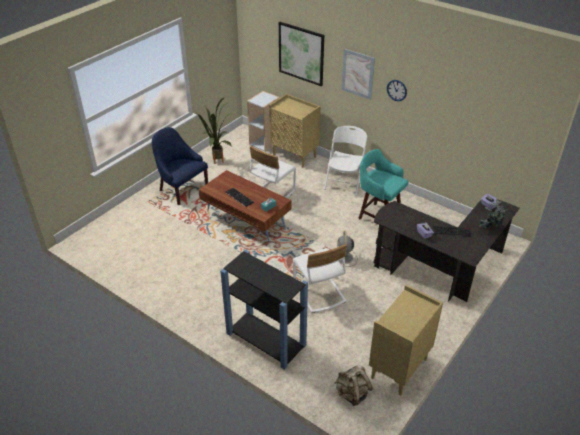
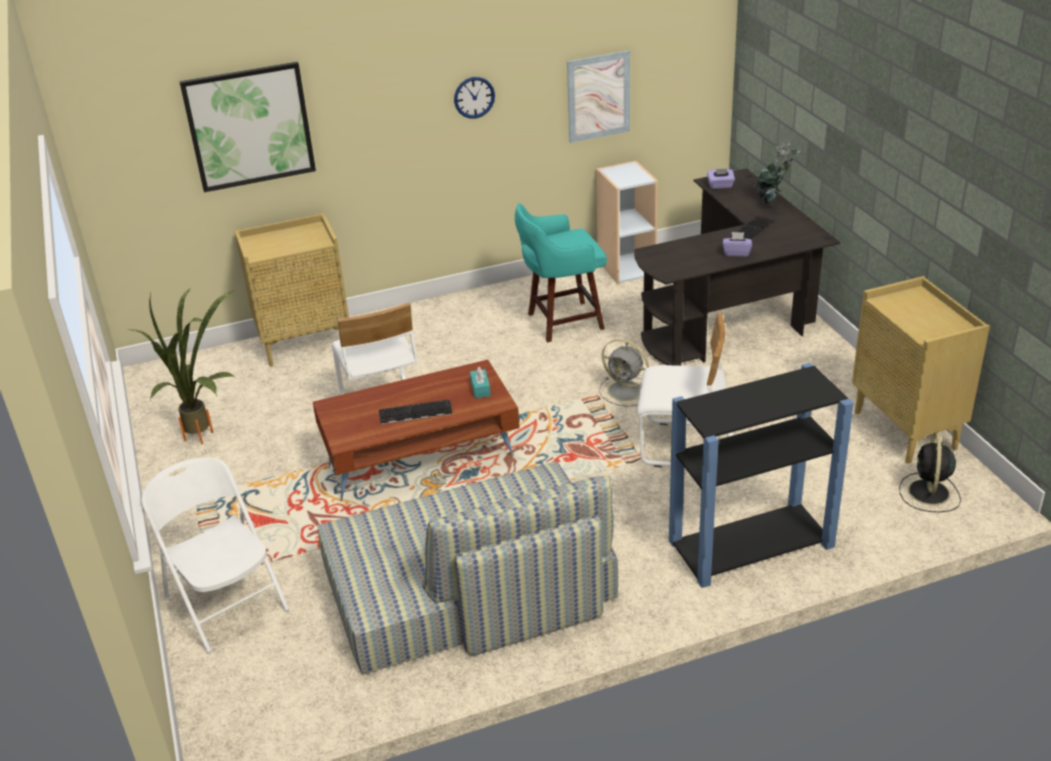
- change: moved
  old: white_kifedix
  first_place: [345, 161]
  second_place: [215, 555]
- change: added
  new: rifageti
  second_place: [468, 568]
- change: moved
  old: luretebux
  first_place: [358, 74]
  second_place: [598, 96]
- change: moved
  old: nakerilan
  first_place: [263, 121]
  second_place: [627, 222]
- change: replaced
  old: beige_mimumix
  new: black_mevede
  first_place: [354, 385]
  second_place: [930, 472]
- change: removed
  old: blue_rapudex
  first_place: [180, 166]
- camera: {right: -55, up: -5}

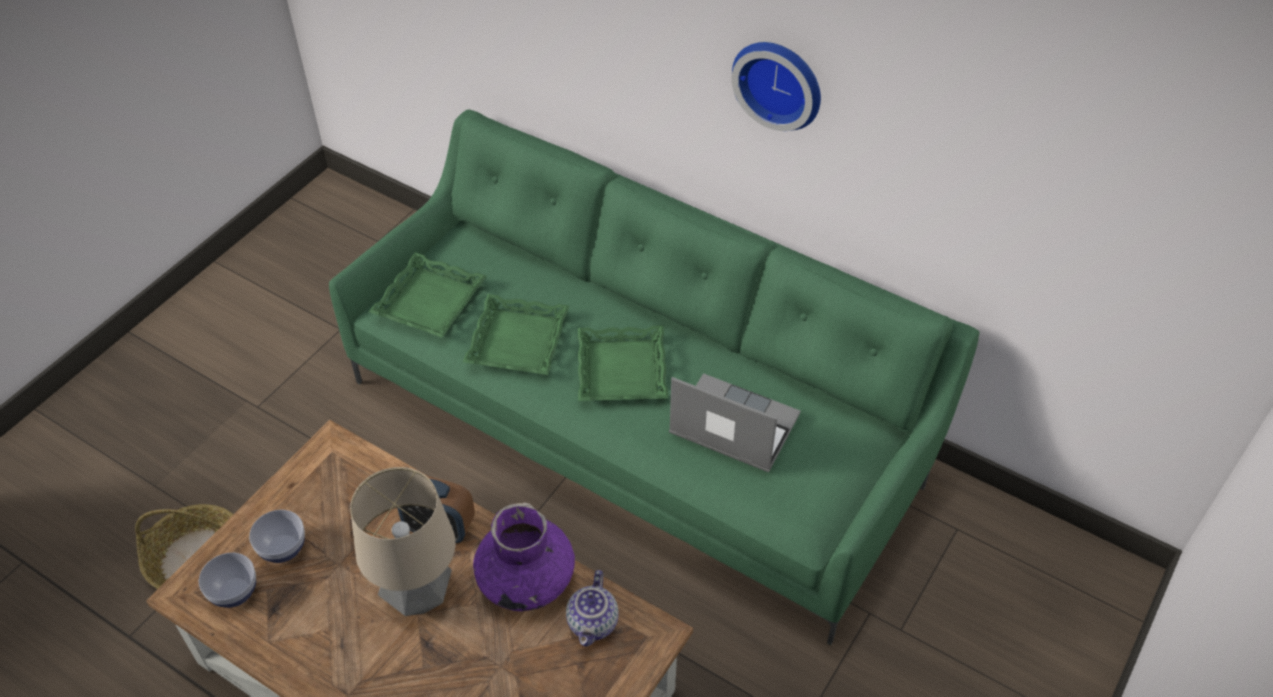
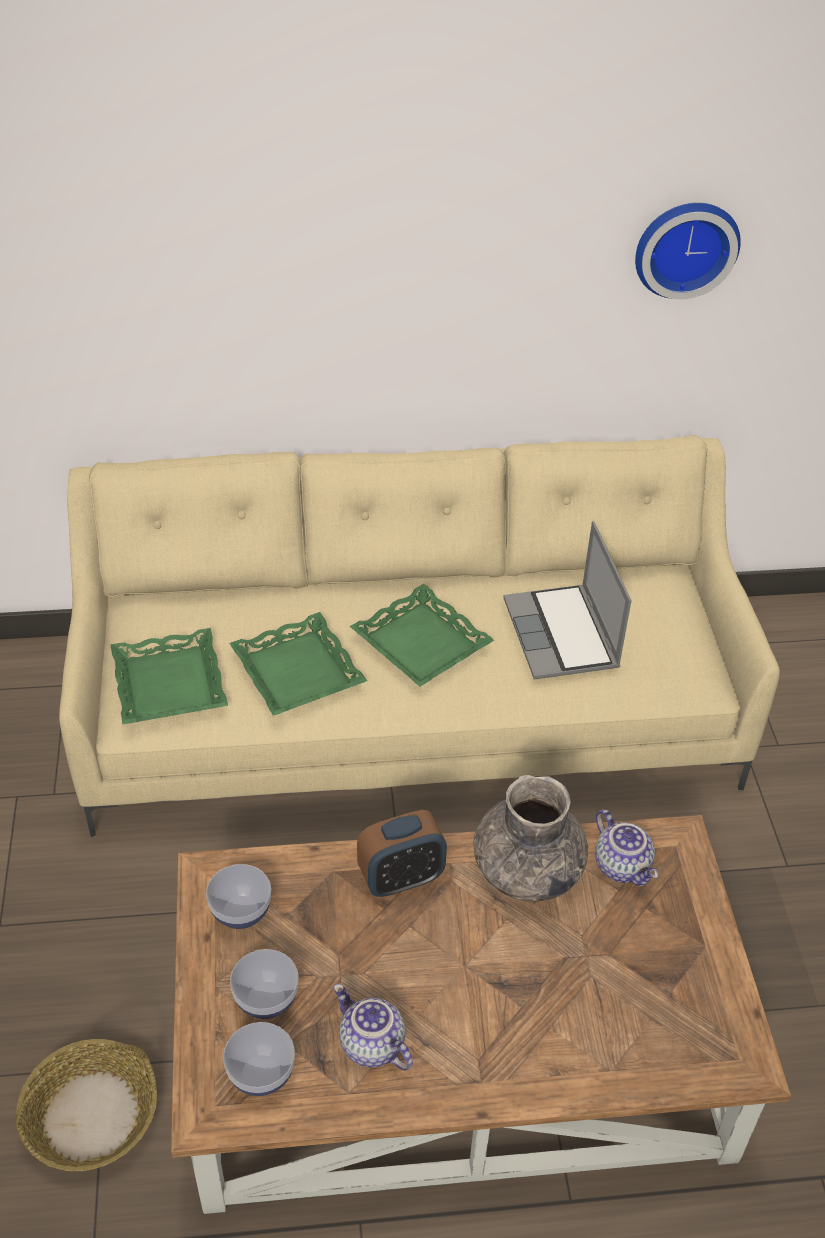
- change: recoloured
  old: green_rifageti
  new: beige_rifageti
  first_place: [654, 377]
  second_place: [419, 636]
- change: added
  new: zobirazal
  second_place: [238, 896]
- change: added
  new: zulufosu
  second_place: [373, 1027]
- change: recoloured
  old: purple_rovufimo
  new: grey_rovufimo
  first_place: [524, 556]
  second_place: [530, 838]
- change: turned
  old: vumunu
  first_place: [735, 422]
  second_place: [567, 600]
  degrees: -90
- change: moved
  old: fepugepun
  first_place: [776, 86]
  second_place: [688, 251]
- change: removed
  old: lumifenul
  first_place: [403, 541]
- camera: {right: -40, up: -5}

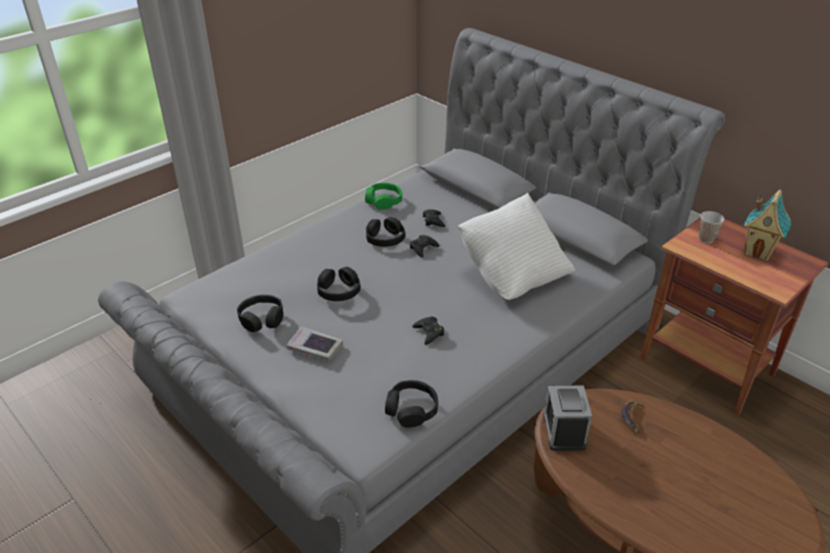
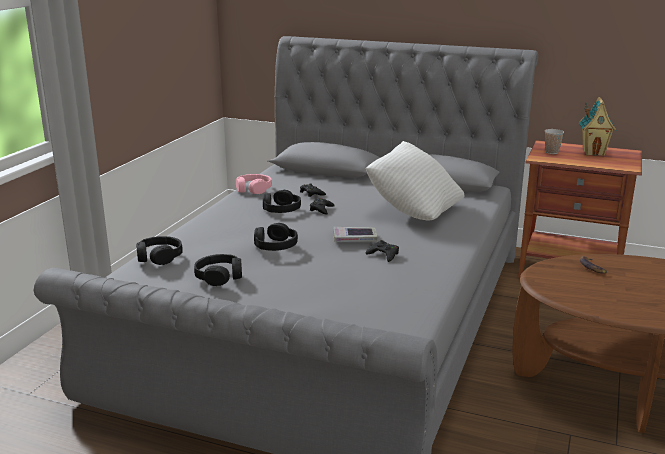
- change: moved
  old: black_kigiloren
  first_place: [411, 404]
  second_place: [159, 250]
- change: recoloured
  old: green_kigiloren
  new: pink_kigiloren
  first_place: [383, 196]
  second_place: [254, 184]
- change: moved
  old: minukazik
  first_place: [314, 344]
  second_place: [355, 234]
- change: removed
  old: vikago
  first_place: [567, 418]
- camera: {right: -25, up: -15}

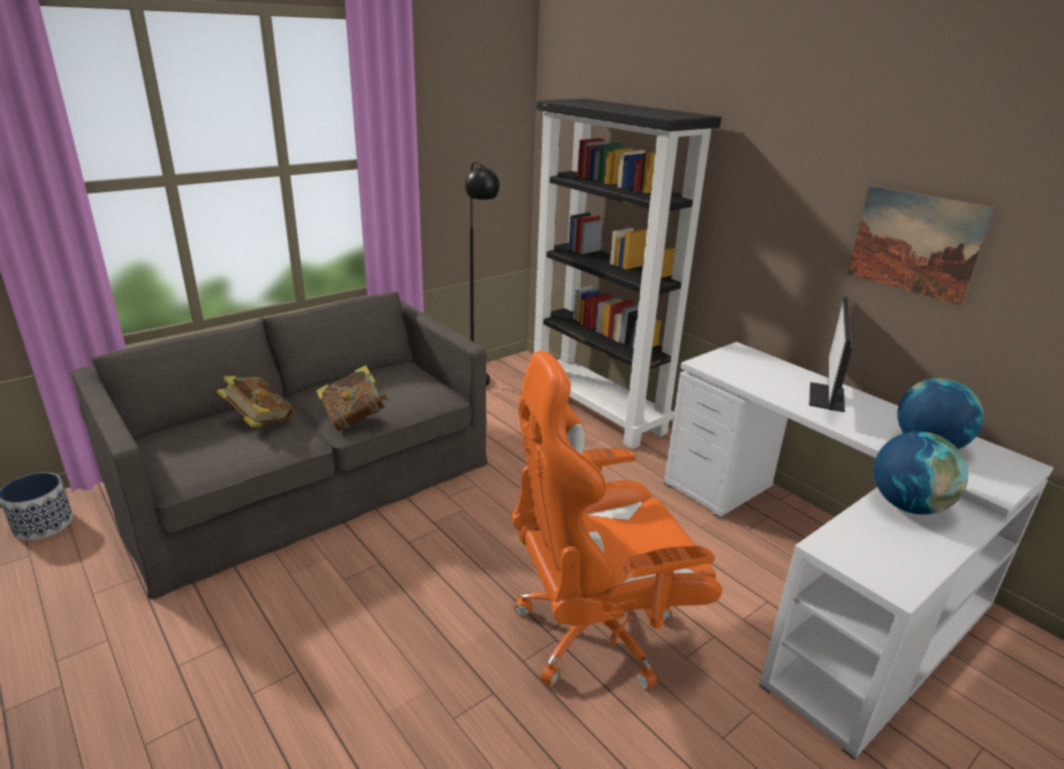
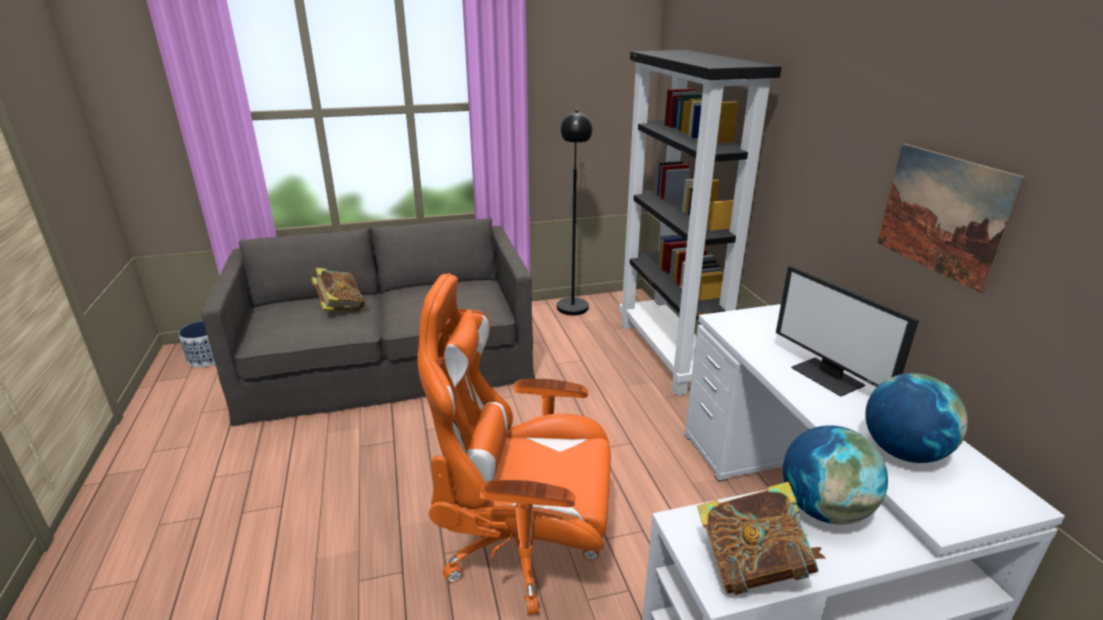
- change: moved
  old: minukazik
  first_place: [352, 398]
  second_place: [761, 538]
- change: turned
  old: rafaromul
  first_place: [830, 354]
  second_place: [847, 331]
  degrees: -75
- camera: {right: 25, up: 0}

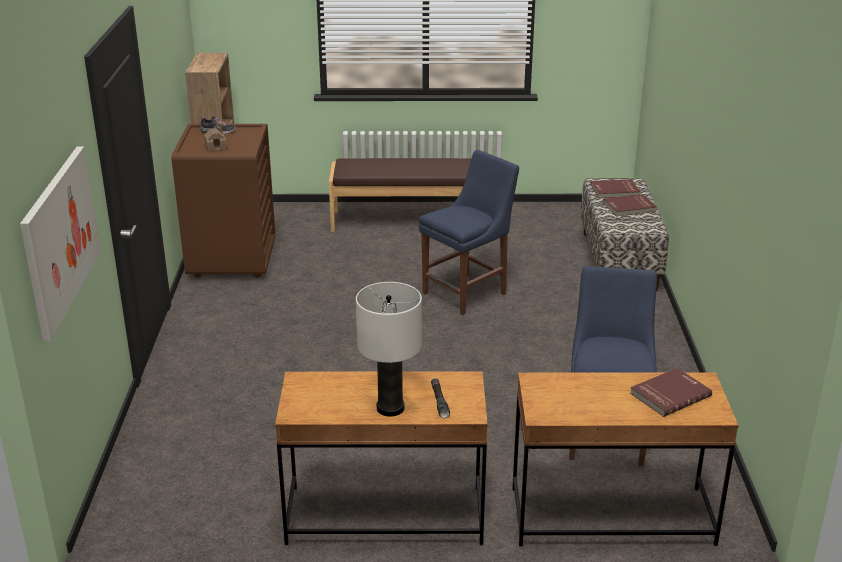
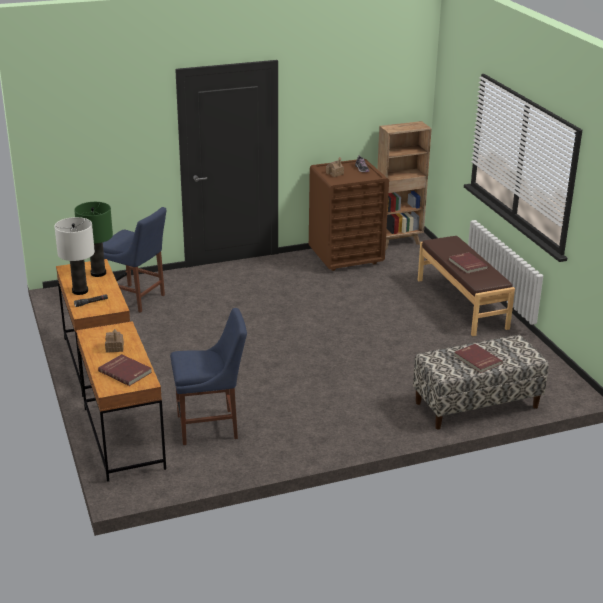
- change: added
  new: green_lumifenul
  second_place: [93, 239]
- change: moved
  old: blue_kifedix
  first_place: [469, 232]
  second_place: [134, 260]
- change: added
  new: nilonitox
  second_place: [114, 341]
- change: moved
  old: red_minukazik
  first_place: [615, 188]
  second_place: [468, 263]
- change: removed
  old: luretebux
  first_place: [60, 243]
- camera: {right: 70, up: 0}

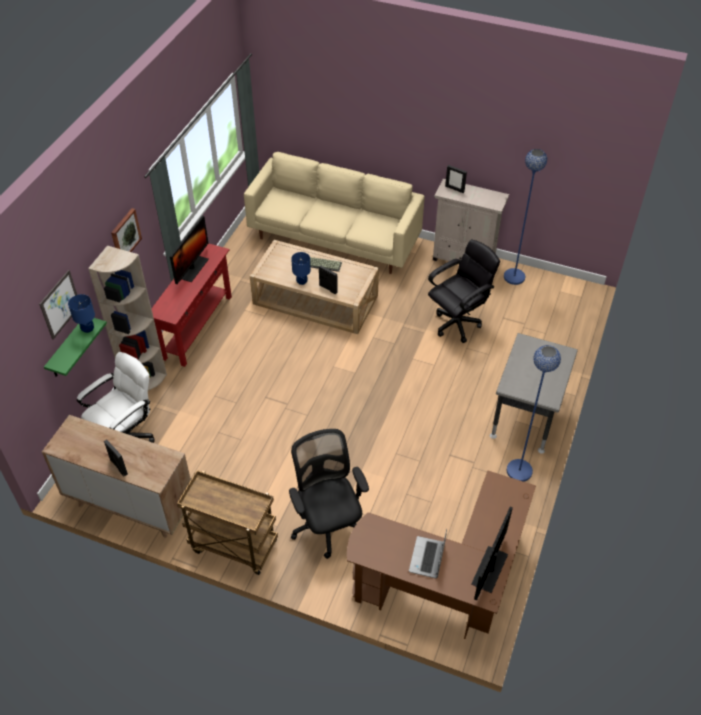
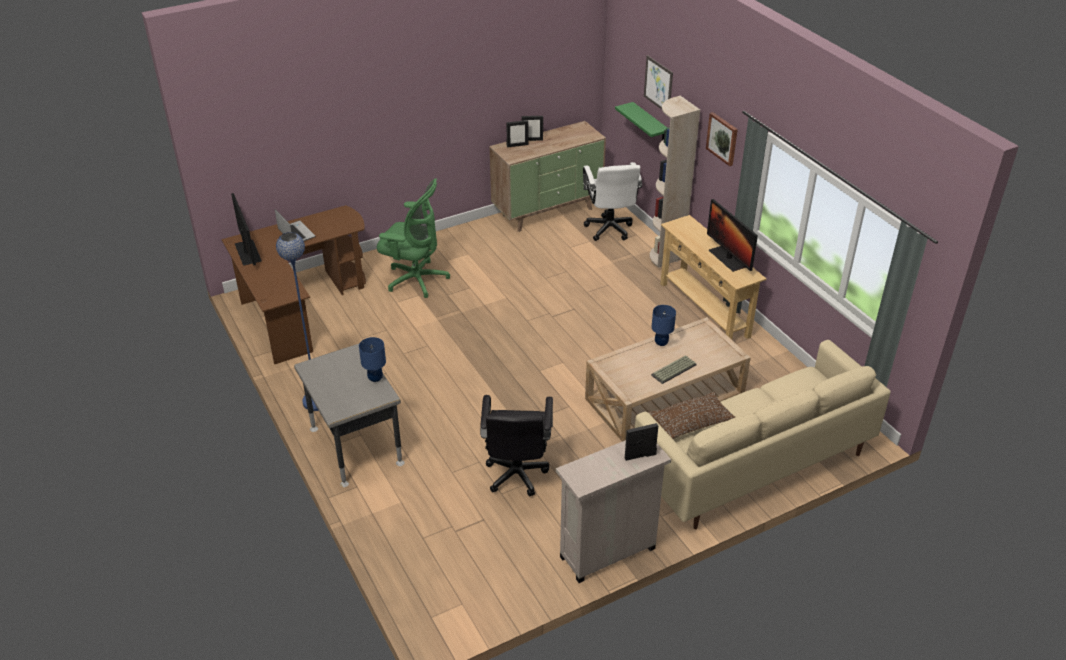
- change: moved
  old: blue_lumifenul
  first_place: [81, 313]
  second_place: [372, 359]
- change: recoloured
  old: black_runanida
  new: green_runanida
  first_place: [329, 494]
  second_place: [413, 238]
- change: moved
  old: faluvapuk
  first_place: [328, 280]
  second_place: [517, 133]
- change: added
  new: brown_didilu
  second_place: [691, 415]
- change: recoloured
  old: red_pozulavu
  new: beige_pozulavu
  first_place: [192, 305]
  second_place: [713, 277]
- change: removed
  old: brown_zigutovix
  first_place: [227, 522]
- change: removed
  old: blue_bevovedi
  first_place: [525, 217]
- camera: {right: 130, up: -10}

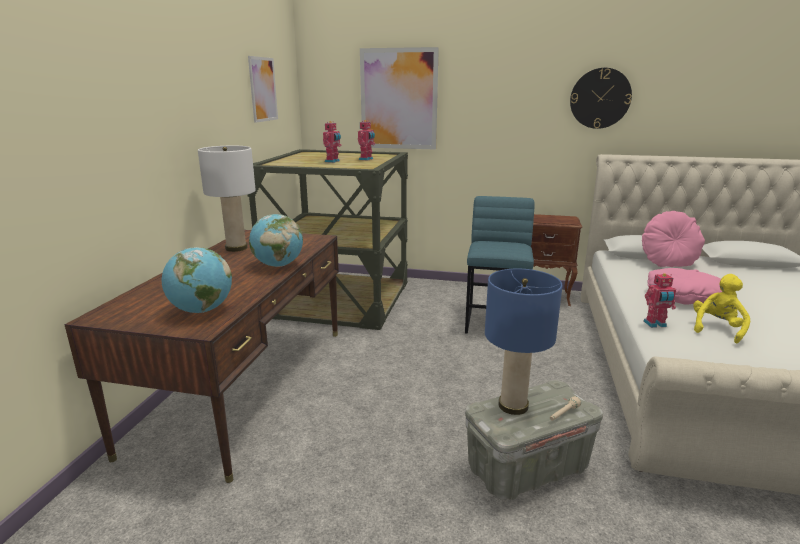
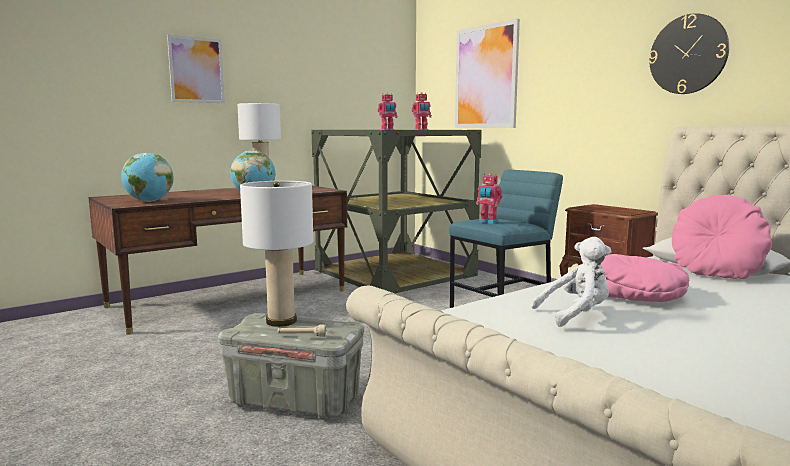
- change: moved
  old: luretebux
  first_place: [263, 89]
  second_place: [196, 68]
- change: recoloured
  old: blue_lumifenul
  new: white_lumifenul
  first_place: [523, 341]
  second_place: [276, 254]
- change: moved
  old: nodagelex
  first_place: [660, 300]
  second_place: [489, 198]
- change: recoloured
  old: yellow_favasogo
  new: white_favasogo
  first_place: [721, 308]
  second_place: [571, 282]
- camera: {right: 40, up: -10}

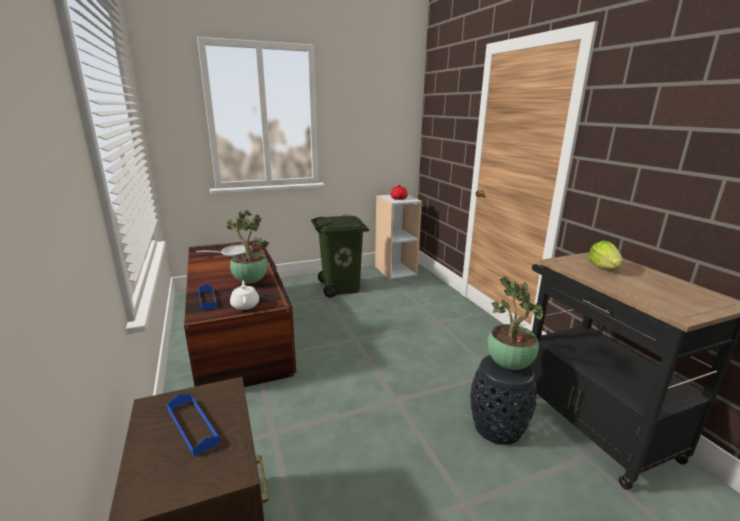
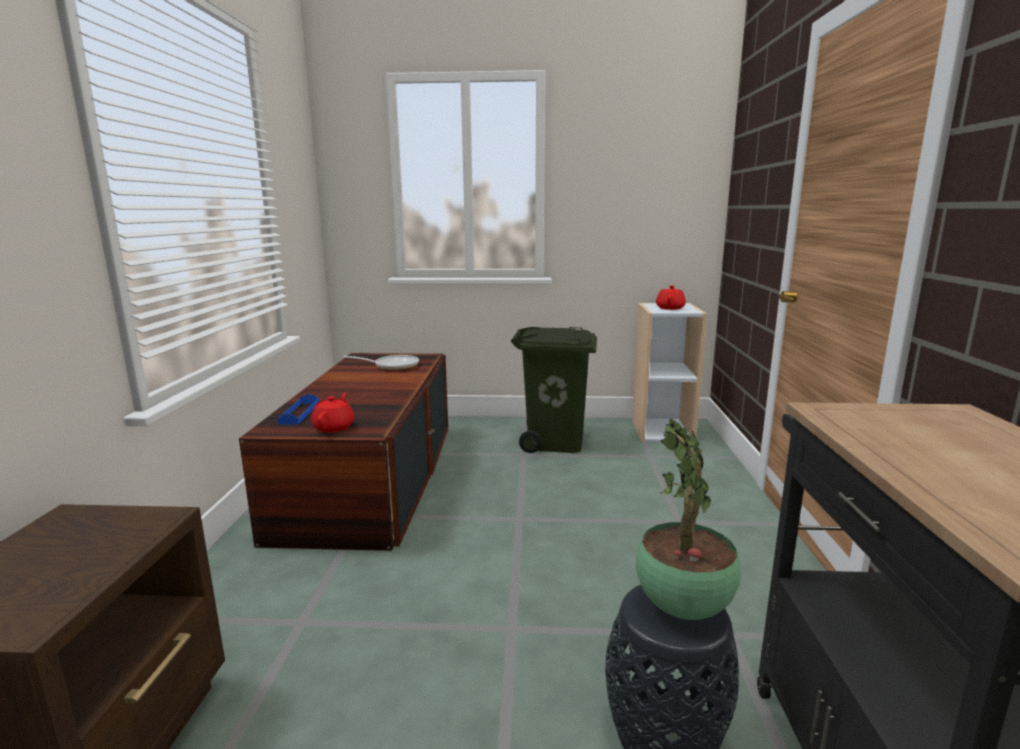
- change: recoloured
  old: white_zulufosu
  new: red_zulufosu
  first_place: [244, 295]
  second_place: [332, 412]
- change: removed
  old: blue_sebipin
  first_place: [193, 425]
- change: removed
  old: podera
  first_place: [248, 246]
- change: removed
  old: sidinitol
  first_place: [605, 254]
- camera: {right: 25, up: -5}

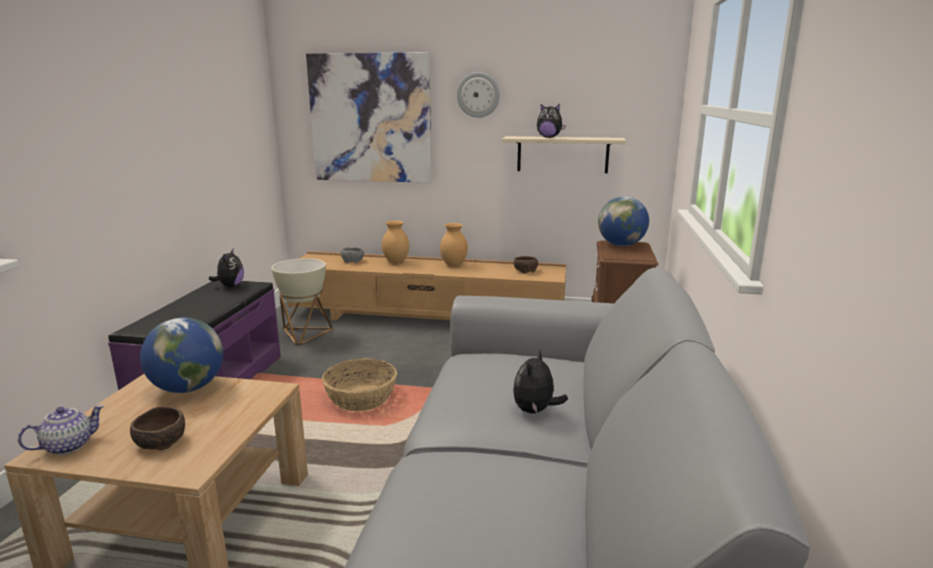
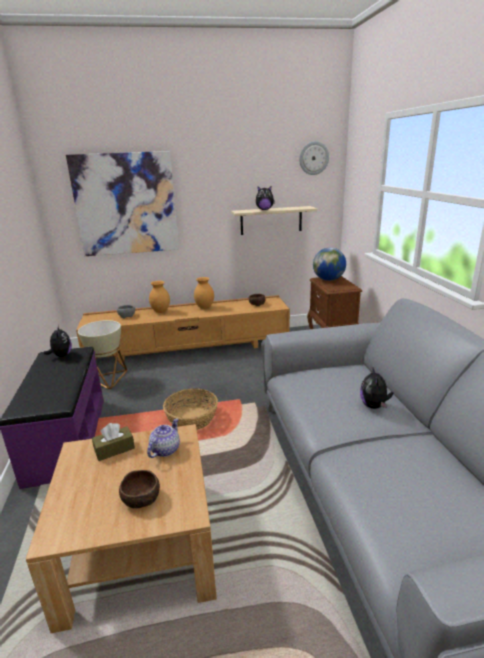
- change: replaced
  old: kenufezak
  new: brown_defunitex
  first_place: [181, 355]
  second_place: [113, 442]
- change: moved
  old: zulufosu
  first_place: [61, 429]
  second_place: [163, 438]
- change: moved
  old: fepugepun
  first_place: [478, 95]
  second_place: [314, 158]
- camera: {right: -20, up: 5}

